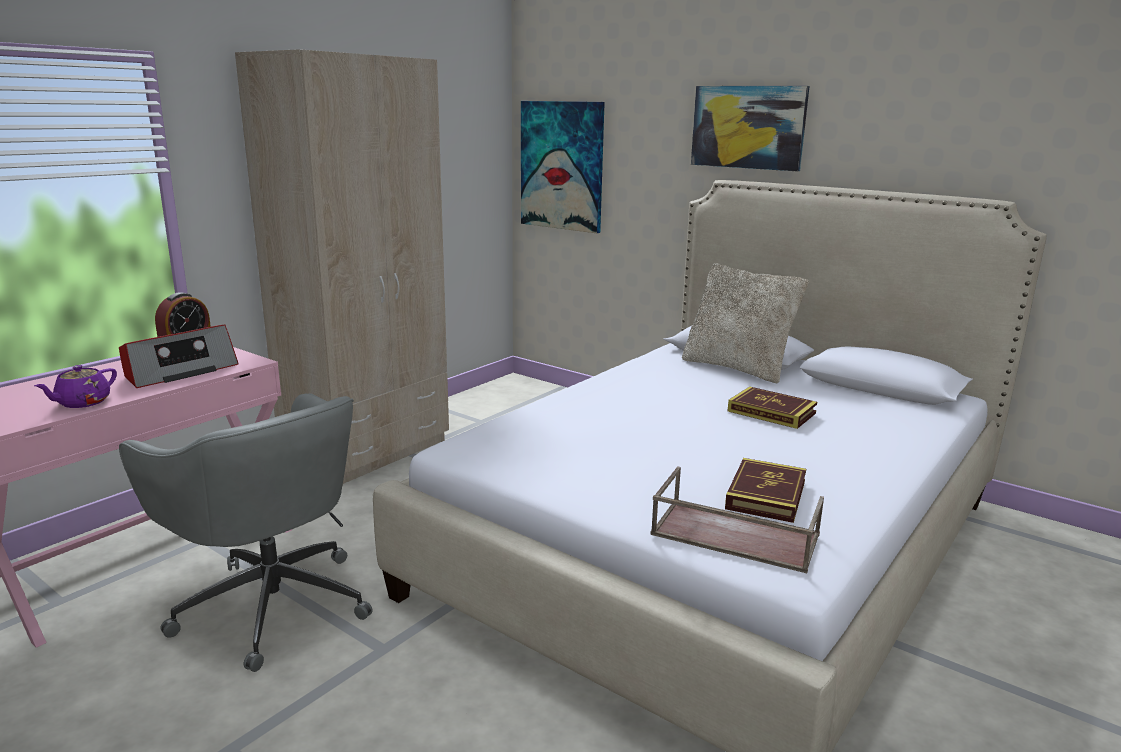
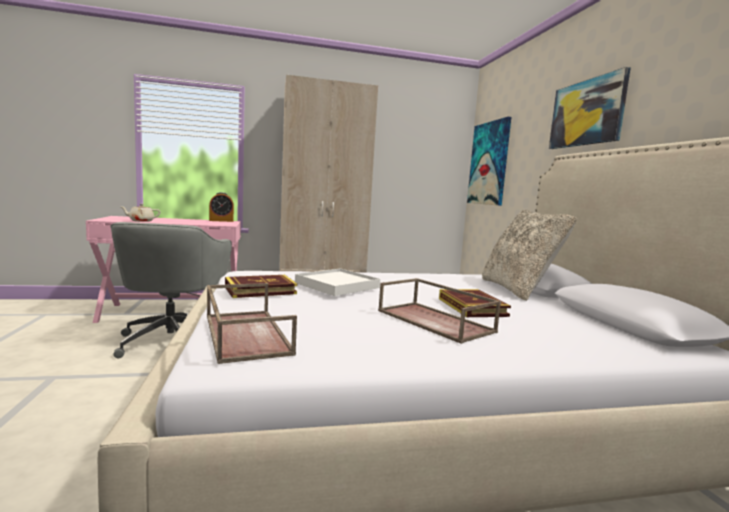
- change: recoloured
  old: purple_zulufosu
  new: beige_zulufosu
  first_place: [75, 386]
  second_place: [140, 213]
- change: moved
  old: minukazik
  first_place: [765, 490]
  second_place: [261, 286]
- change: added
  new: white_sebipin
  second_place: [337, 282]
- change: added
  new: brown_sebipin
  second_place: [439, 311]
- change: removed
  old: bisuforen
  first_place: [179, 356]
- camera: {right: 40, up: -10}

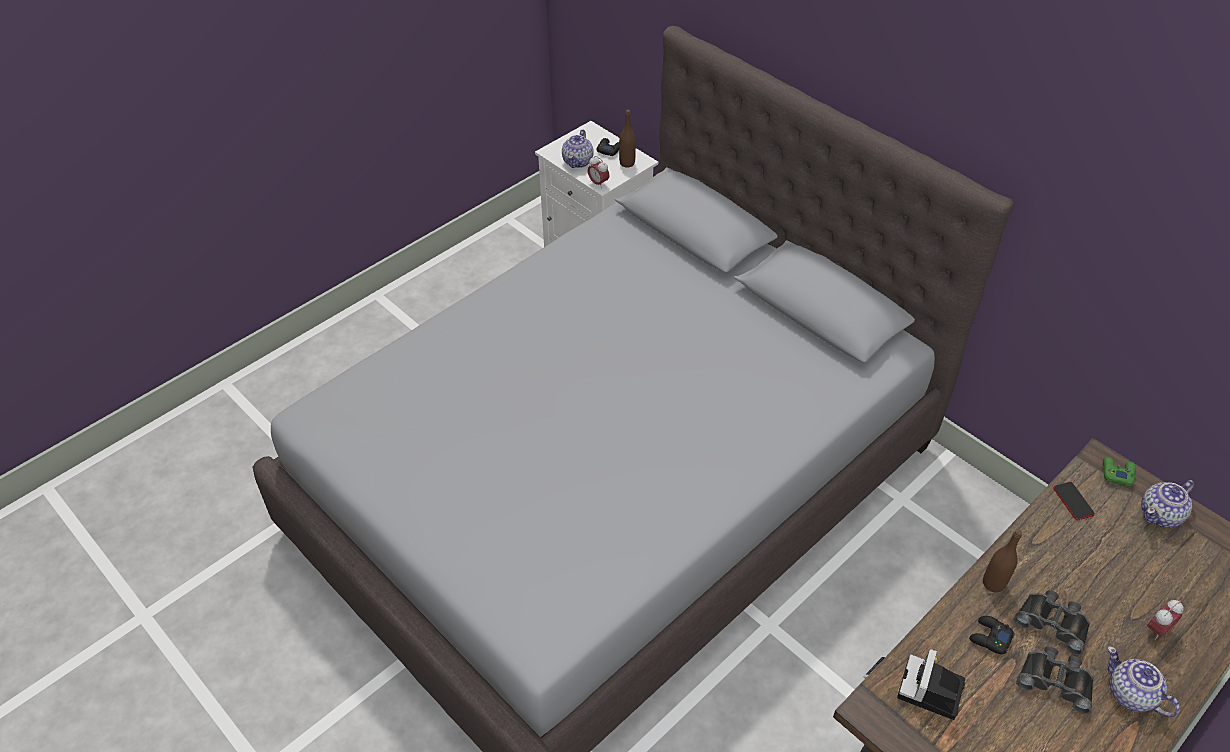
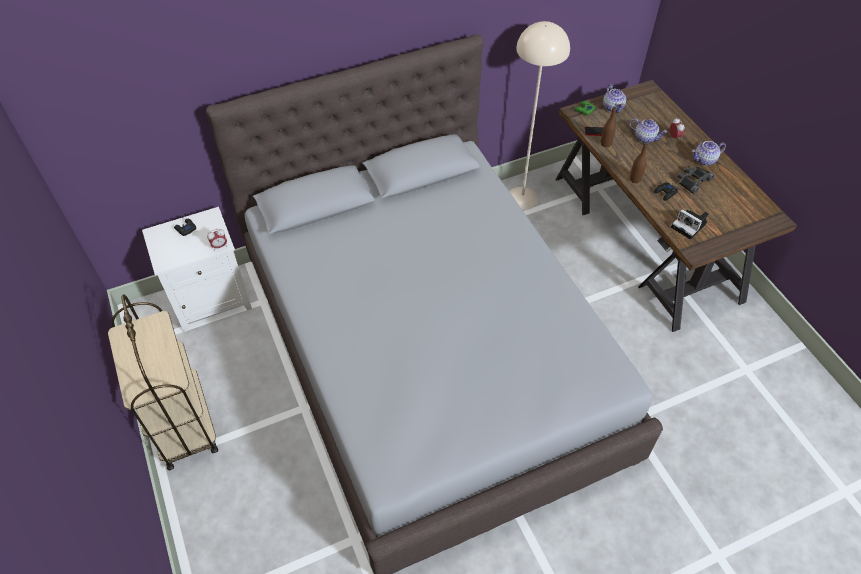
- change: added
  new: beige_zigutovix
  second_place: [163, 382]
- change: added
  new: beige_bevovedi
  second_place: [539, 115]
- change: moved
  old: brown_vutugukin
  first_place: [627, 139]
  second_place: [608, 127]
- change: moved
  old: zulufosu
  first_place: [578, 148]
  second_place: [648, 130]
- change: removed
  old: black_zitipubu
  first_place: [1052, 622]
- camera: {right: -70, up: 5}

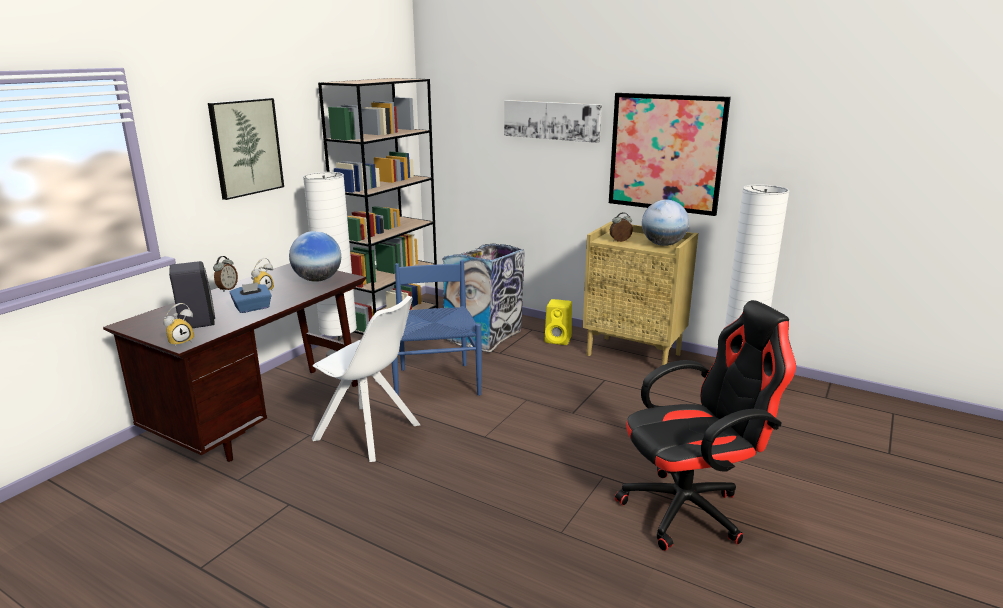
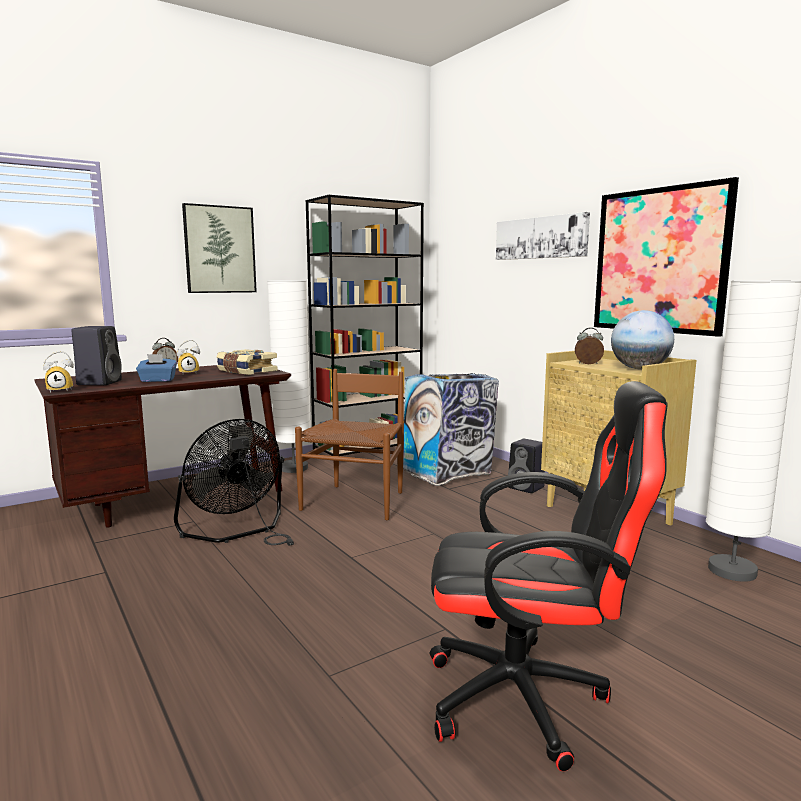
- change: replaced
  old: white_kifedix
  new: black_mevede
  first_place: [366, 379]
  second_place: [234, 482]
- change: replaced
  old: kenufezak
  new: minukazik
  first_place: [315, 256]
  second_place: [247, 362]
- change: recoloured
  old: blue_kifedix
  new: brown_kifedix
  first_place: [437, 328]
  second_place: [349, 444]
- change: recoloured
  old: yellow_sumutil
  new: black_sumutil
  first_place: [558, 322]
  second_place: [526, 466]
- camera: {right: 25, up: -10}

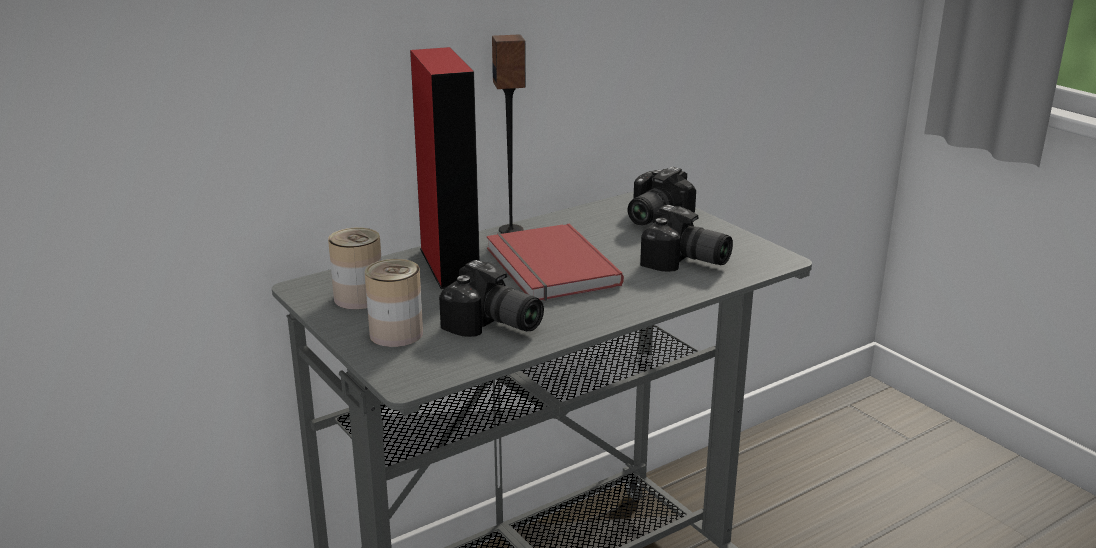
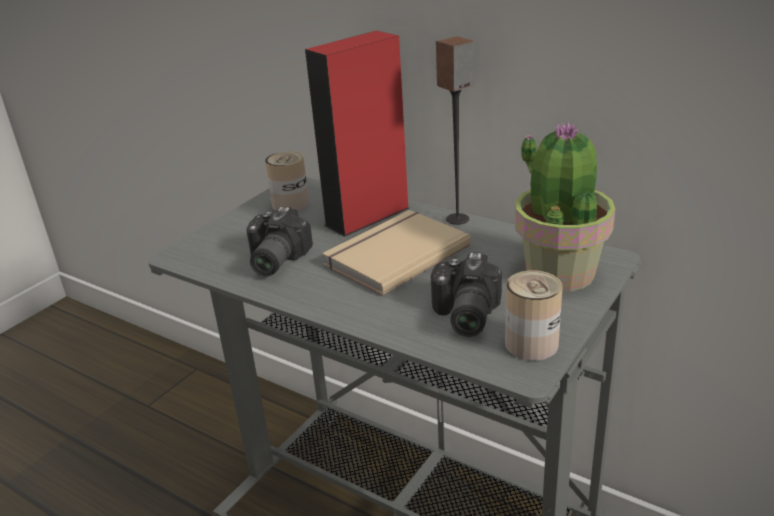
- change: recoloured
  old: red_minukazik
  new: beige_minukazik
  first_place: [555, 262]
  second_place: [396, 252]
- change: moved
  old: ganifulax
  first_place: [394, 303]
  second_place: [534, 315]
- change: replaced
  old: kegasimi
  new: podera
  first_place: [661, 196]
  second_place: [565, 206]
- camera: {right: 70, up: 5}

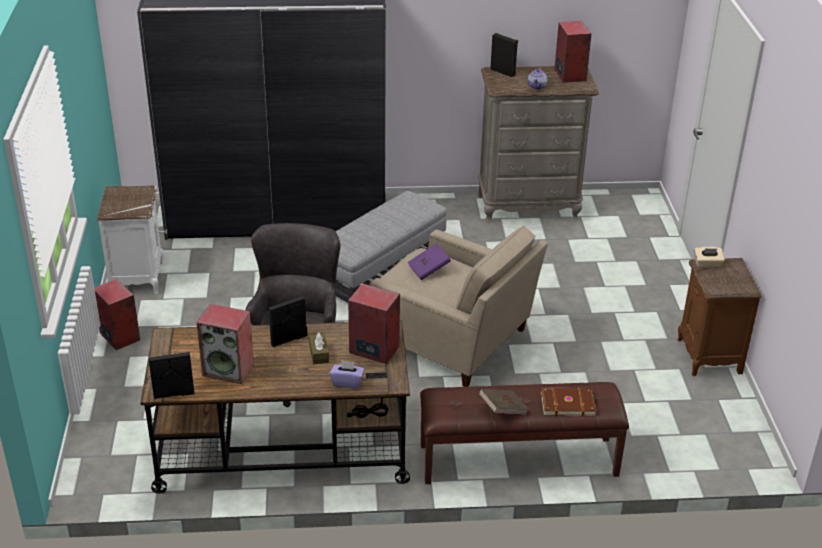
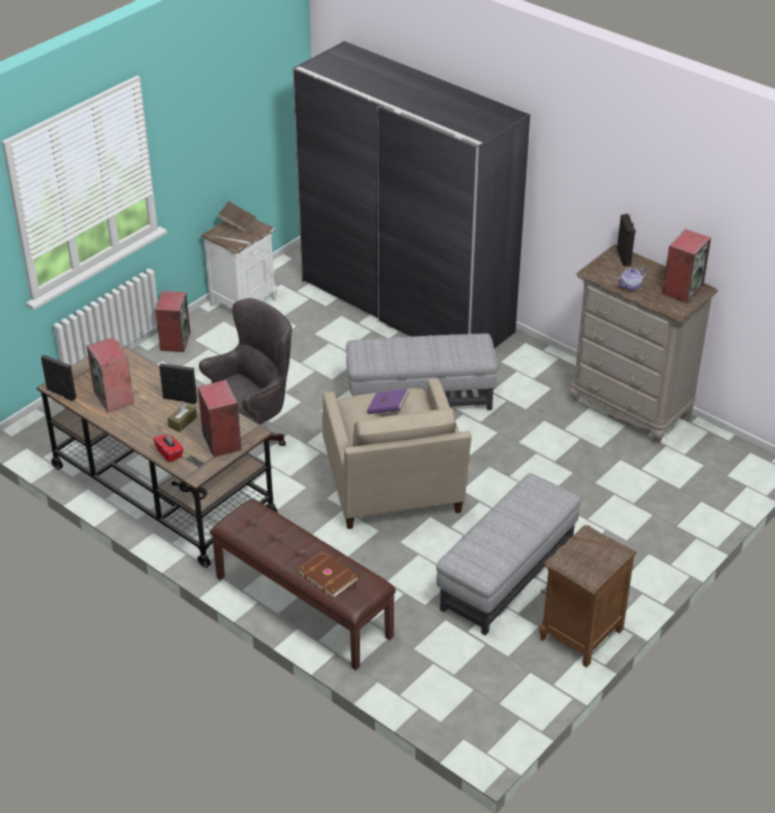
- change: recoloured
  old: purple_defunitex
  new: red_defunitex
  first_place: [347, 374]
  second_place: [168, 447]
- change: moved
  old: brown_minukazik
  first_place: [504, 402]
  second_place: [237, 217]
- change: added
  new: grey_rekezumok
  second_place: [508, 554]
- change: removed
  old: beige_defunitex
  first_place: [709, 257]
- camera: {right: 45, up: 5}

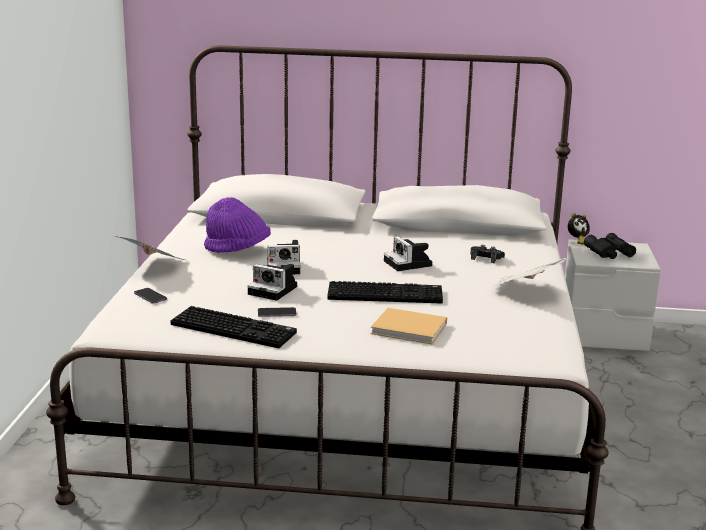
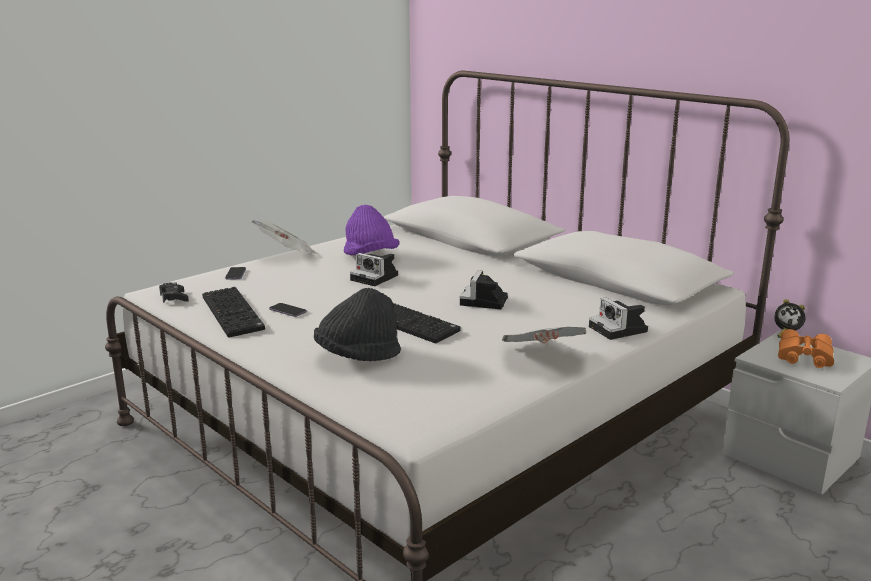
- change: moved
  old: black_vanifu
  first_place: [487, 254]
  second_place: [174, 293]
- change: replaced
  old: beige_minukazik
  new: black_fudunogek
  first_place: [409, 326]
  second_place: [357, 324]
- change: moved
  old: kegasimi
  first_place: [272, 282]
  second_place: [618, 318]
- change: recoloured
  old: black_zitipubu
  new: orange_zitipubu
  first_place: [610, 246]
  second_place: [806, 348]
- camera: {right: 40, up: 0}

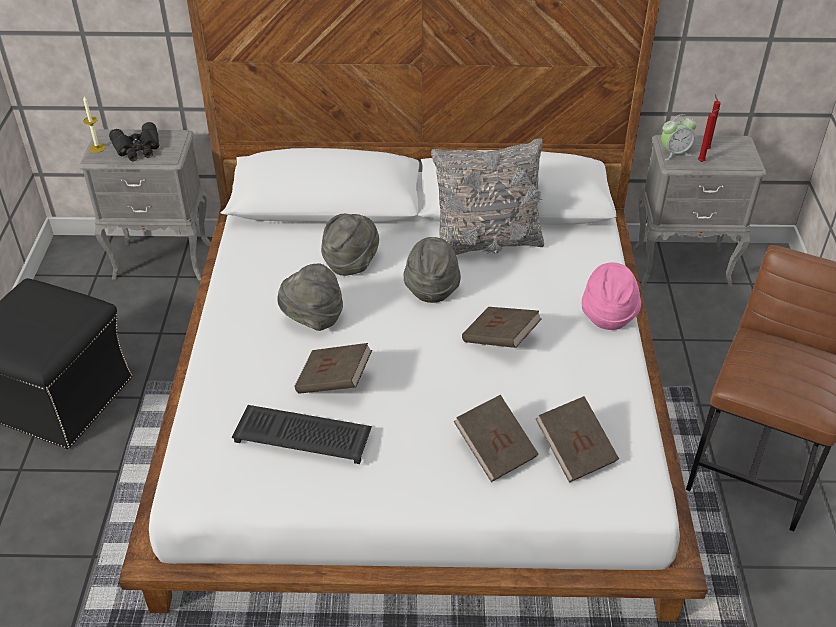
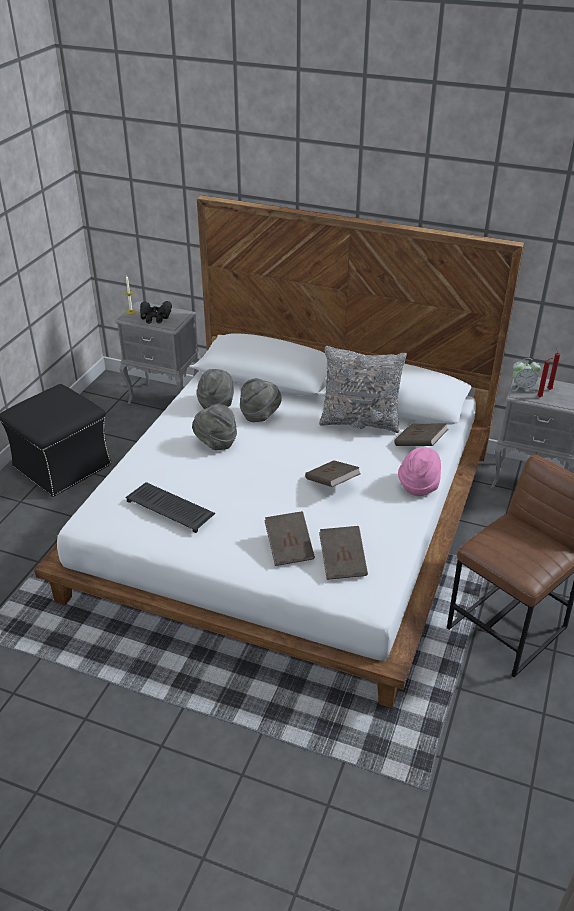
- change: moved
  old: grey_fudunogek
  first_place: [432, 270]
  second_place: [215, 389]
- change: moved
  old: brown_minukazik
  first_place: [333, 368]
  second_place: [421, 434]
- camera: {right: 20, up: -5}

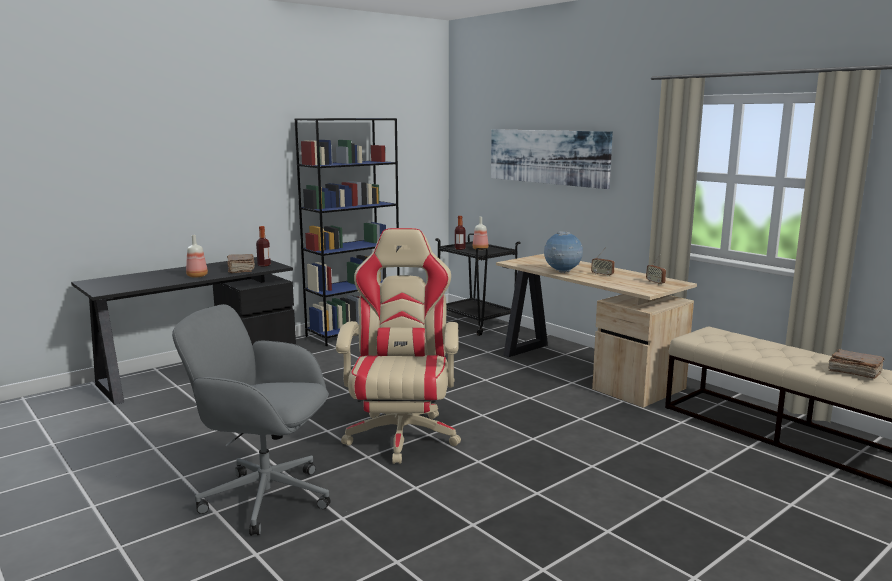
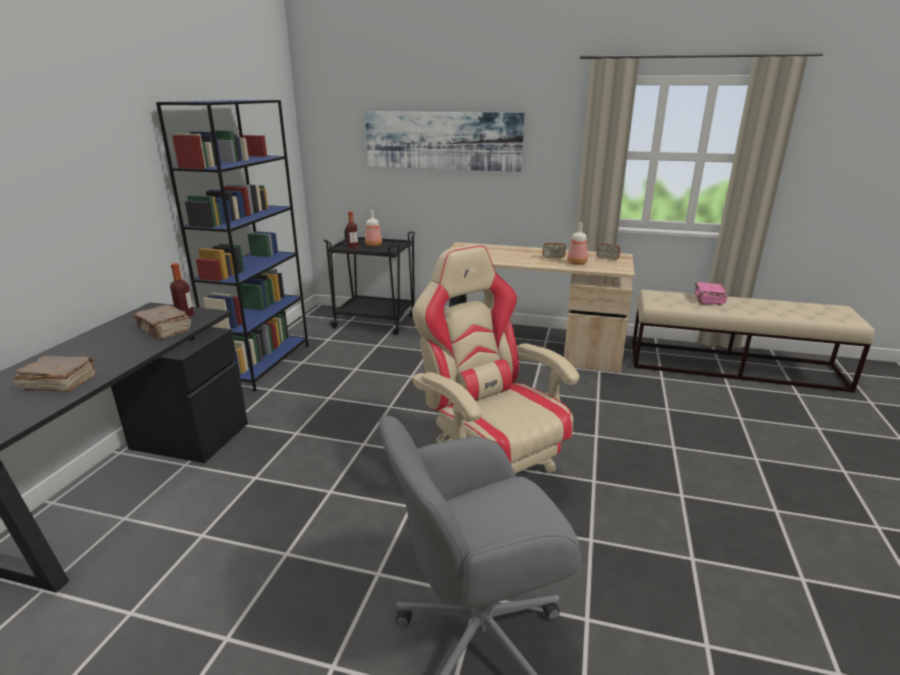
- change: moved
  old: brown_minukazik
  first_place: [856, 364]
  second_place: [54, 374]
- change: moved
  old: vutugukin
  first_place: [197, 256]
  second_place: [577, 243]
- change: added
  new: pink_minukazik
  second_place: [711, 294]
- change: removed
  old: kenufezak
  first_place: [563, 252]
- camera: {right: -35, up: 10}

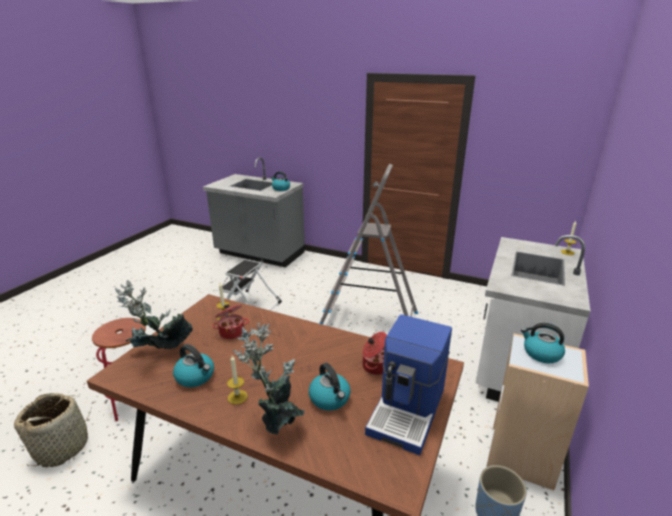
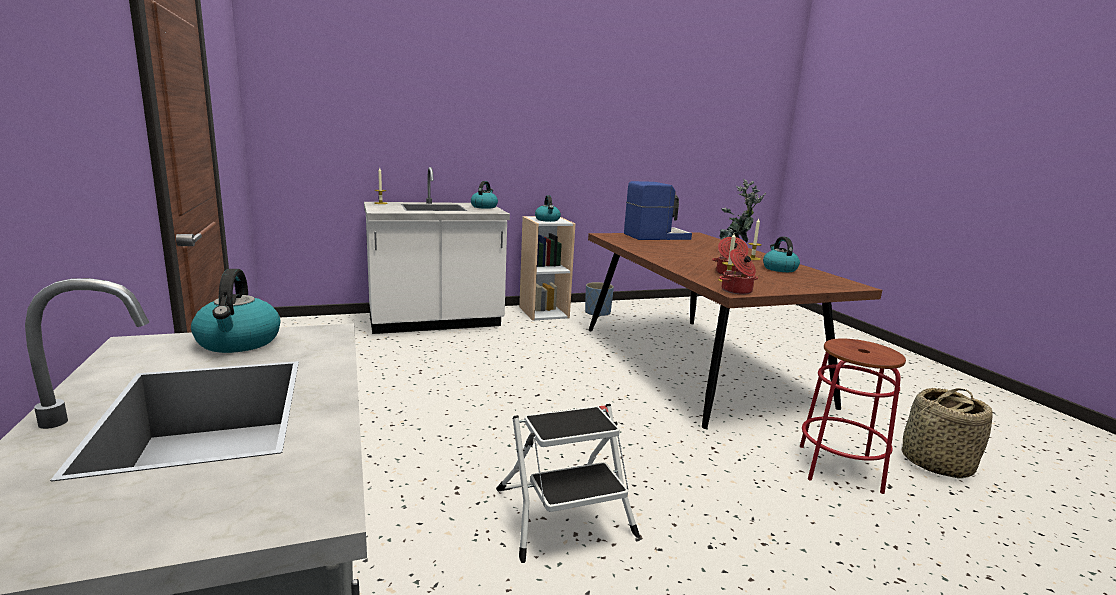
- change: moved
  old: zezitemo
  first_place: [330, 386]
  second_place: [484, 195]
- change: moved
  old: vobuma
  first_place: [375, 353]
  second_place: [738, 272]
- change: removed
  old: podera
  first_place: [154, 314]
- change: removed
  old: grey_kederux
  first_place: [368, 244]
- camera: {right: -135, up: -10}

